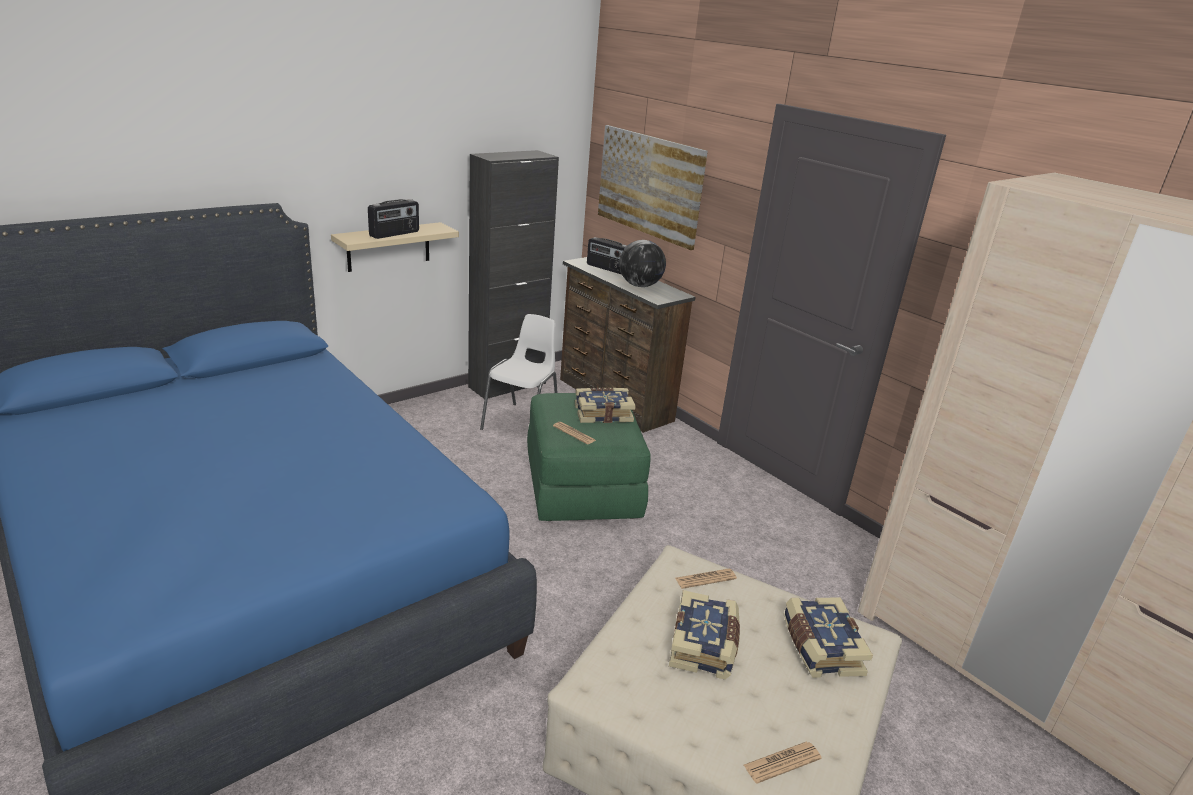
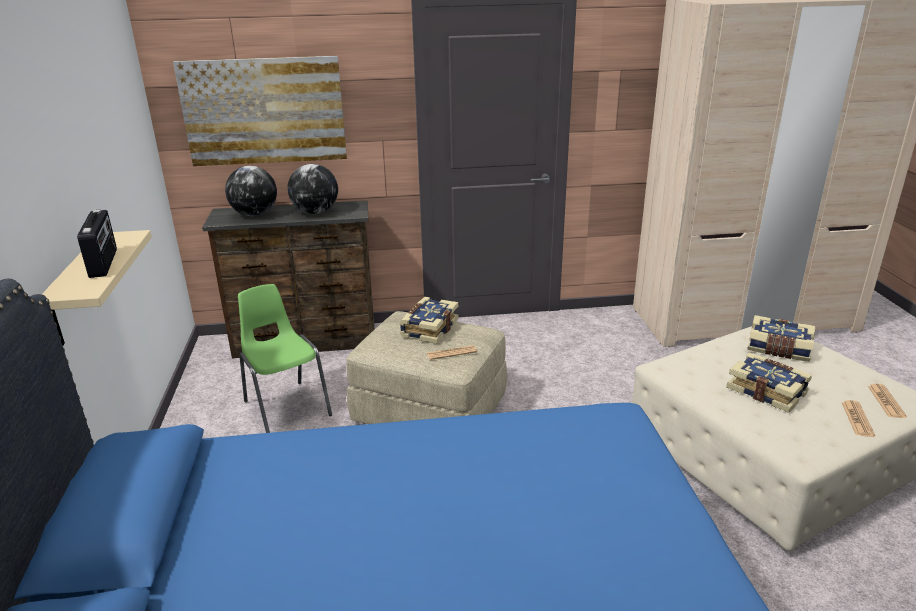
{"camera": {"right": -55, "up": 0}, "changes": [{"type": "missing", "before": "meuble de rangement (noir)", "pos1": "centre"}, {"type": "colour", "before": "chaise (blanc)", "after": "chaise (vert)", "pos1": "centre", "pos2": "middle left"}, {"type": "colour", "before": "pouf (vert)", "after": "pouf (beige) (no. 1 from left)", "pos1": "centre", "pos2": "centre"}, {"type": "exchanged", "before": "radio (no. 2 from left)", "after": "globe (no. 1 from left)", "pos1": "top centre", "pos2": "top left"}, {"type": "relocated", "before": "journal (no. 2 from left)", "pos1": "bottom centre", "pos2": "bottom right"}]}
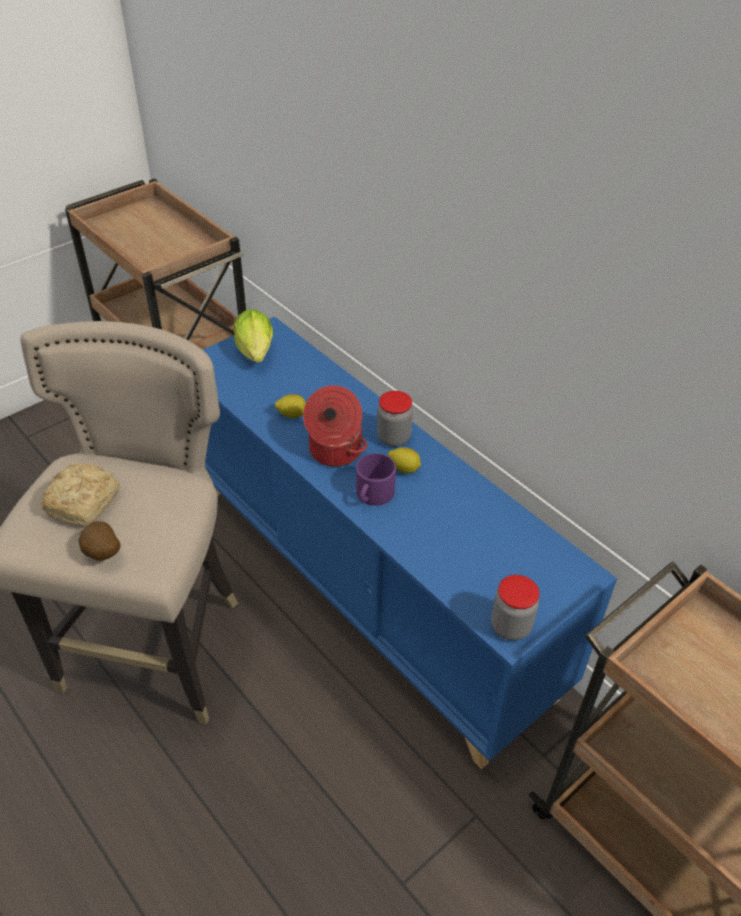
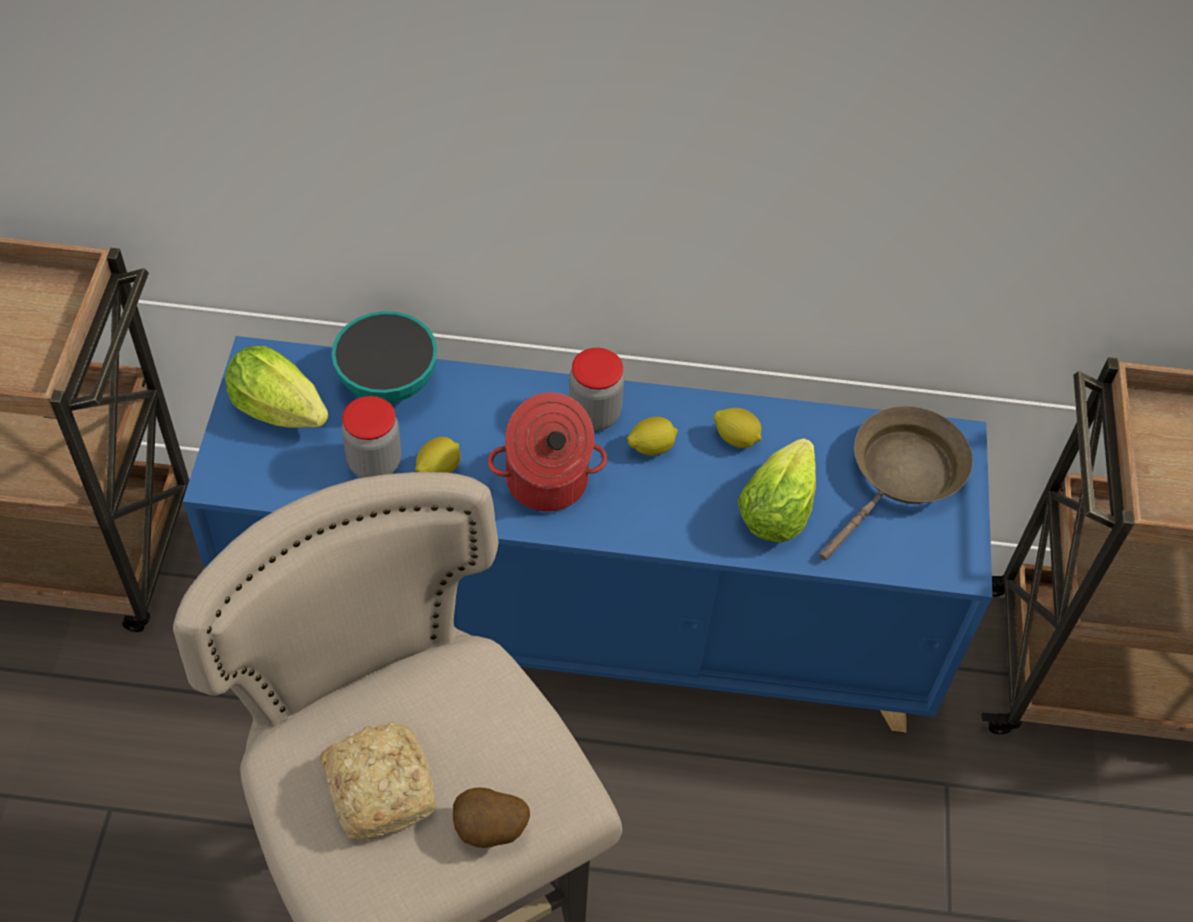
{"camera": {"right": -45, "up": 10}, "changes": [{"type": "missing", "before": "mug (violet)", "pos1": "centre"}, {"type": "relocated", "before": "bocal (no. 2 from left in the first image)", "after": "bocal (no. 1 from left)", "pos1": "middle right", "pos2": "middle left"}, {"type": "appeared", "after": "bol", "pos2": "middle left"}, {"type": "appeared", "after": "citron (no. 3 from left)", "pos2": "centre"}, {"type": "appeared", "after": "laitue (no. 2 from left)", "pos2": "centre"}, {"type": "appeared", "after": "poêle (marron)", "pos2": "middle right"}]}
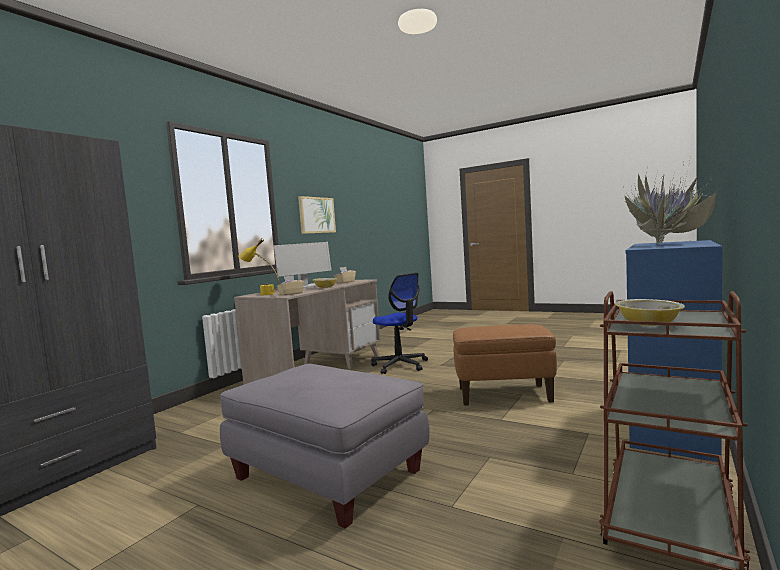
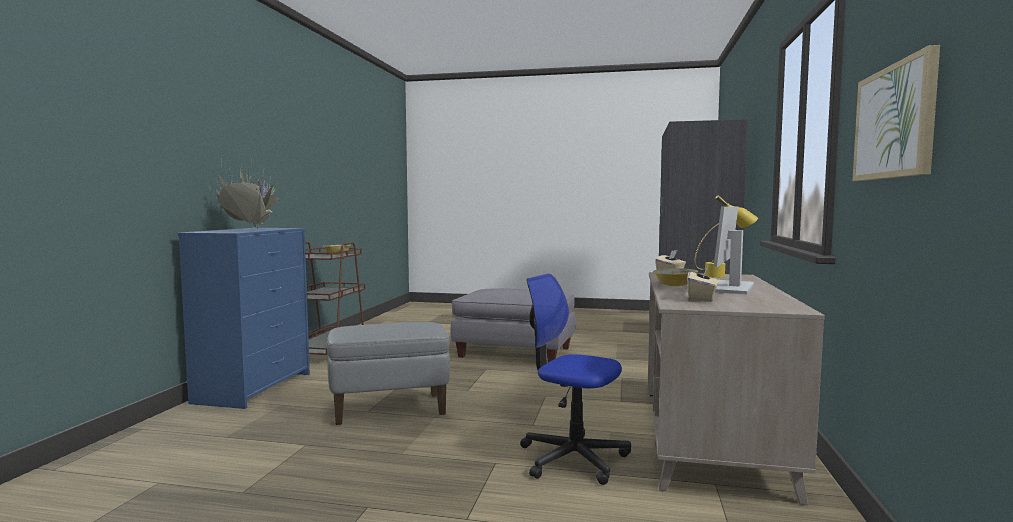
{"camera": {"right": 160, "up": 0}, "changes": [{"type": "colour", "before": "pouf (marron)", "after": "pouf (gris) (no. 1 from left)", "pos1": "centre", "pos2": "bottom centre"}]}
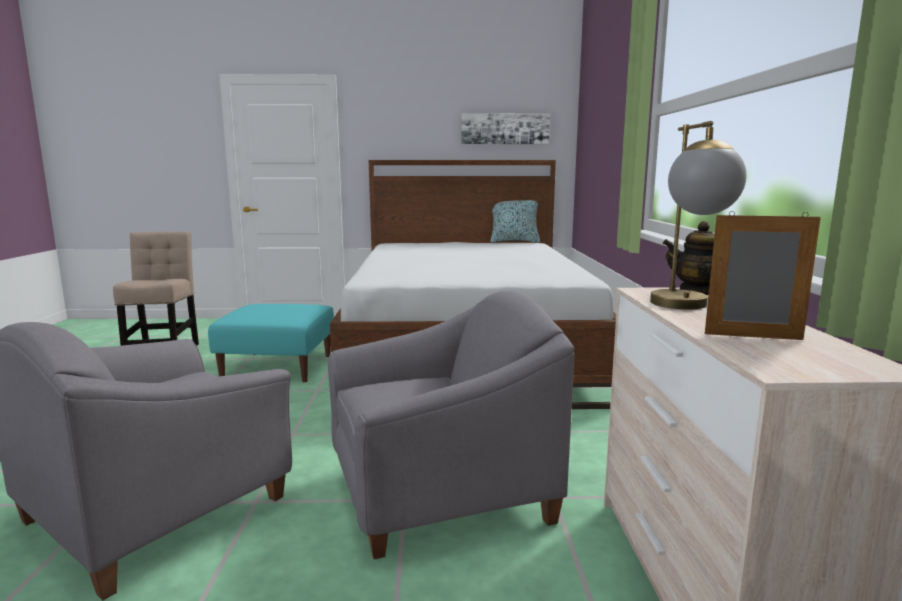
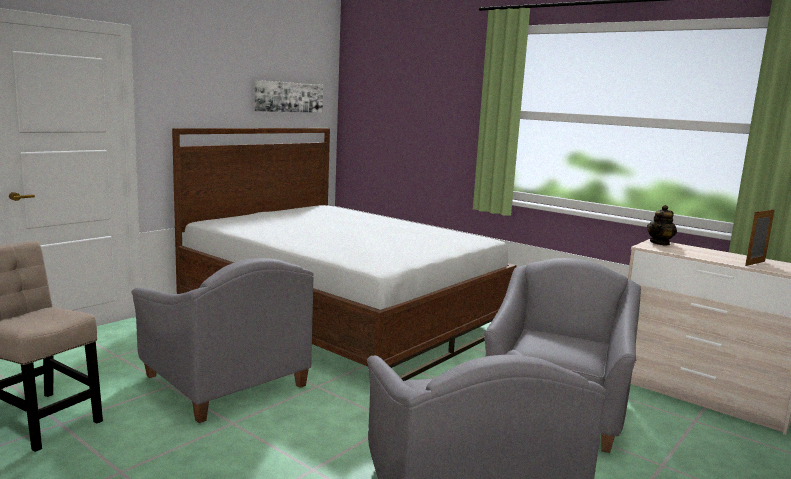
{"camera": {"right": -50, "up": 0}, "changes": [{"type": "exchanged", "before": "pouf (turquoise)", "after": "fauteuil (gris) (no. 1 from left)", "pos1": "middle left", "pos2": "bottom left"}, {"type": "missing", "before": "coussin", "pos1": "centre"}, {"type": "missing", "before": "lampe de table", "pos1": "middle right"}]}
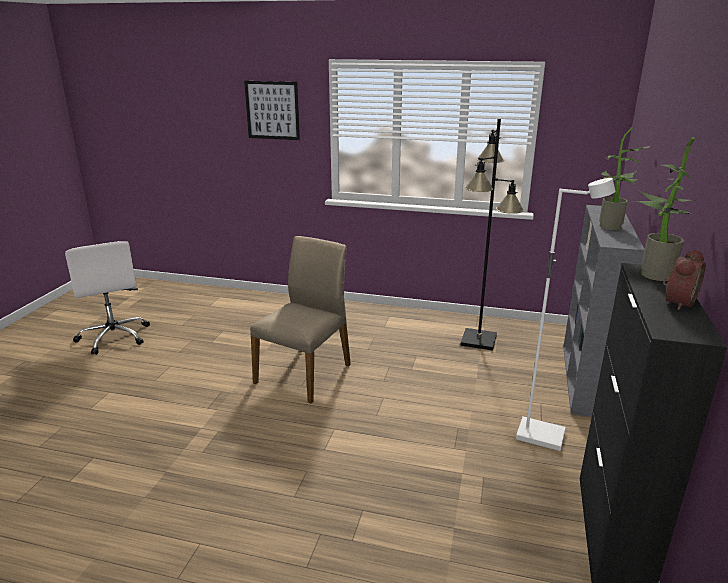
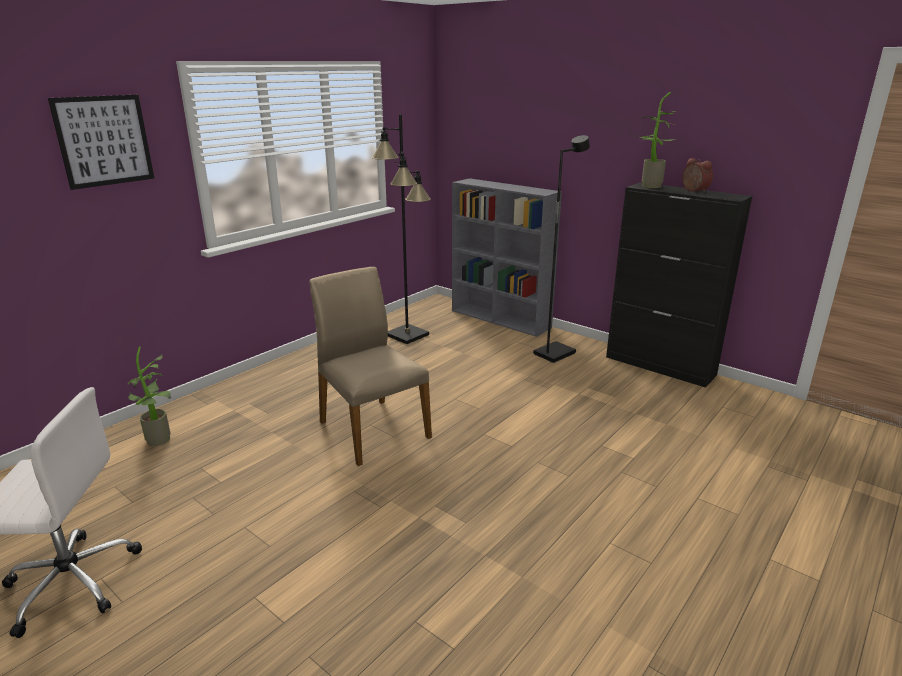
{"camera": {"right": -65, "up": 0}, "changes": [{"type": "colour", "before": "lampadaire (blanc)", "after": "lampadaire (noir) (no. 2 from left)", "pos1": "middle right", "pos2": "centre"}, {"type": "relocated", "before": "plante en pot (no. 1 from left)", "pos1": "top right", "pos2": "middle left"}]}
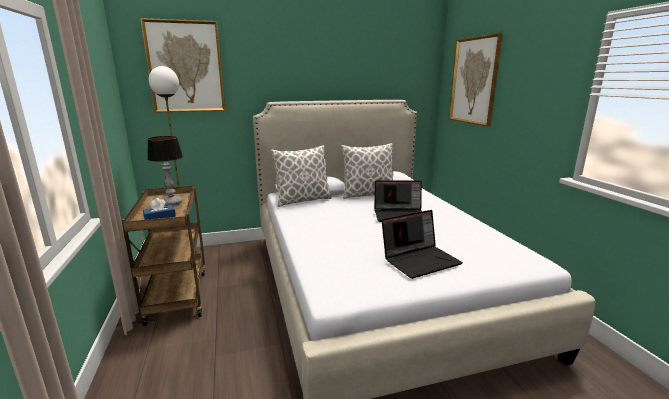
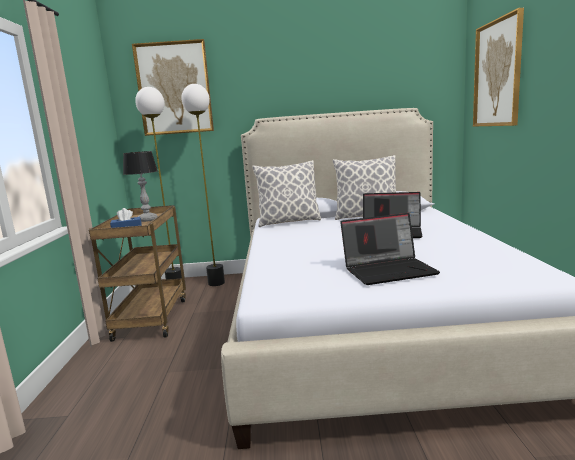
{"camera": {"right": 15, "up": -5}, "changes": [{"type": "appeared", "after": "lampadaire (no. 2 from left)", "pos2": "centre"}]}
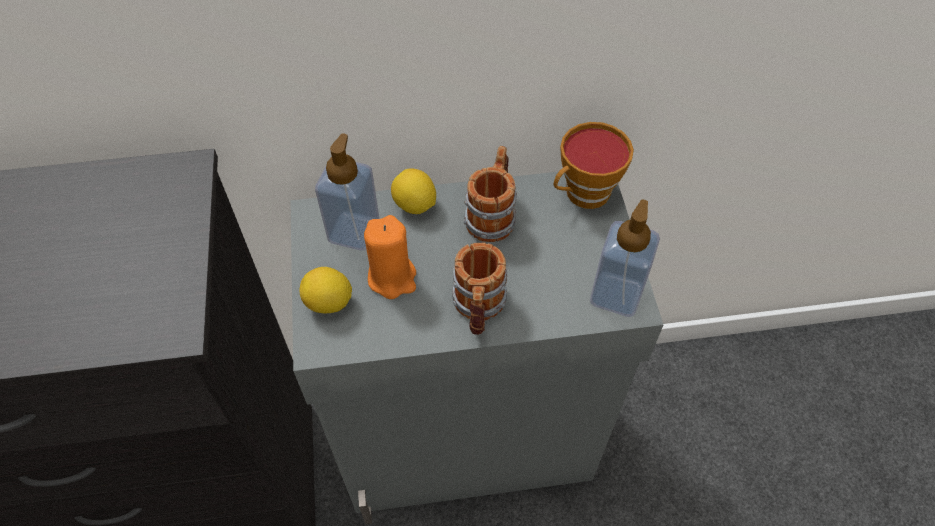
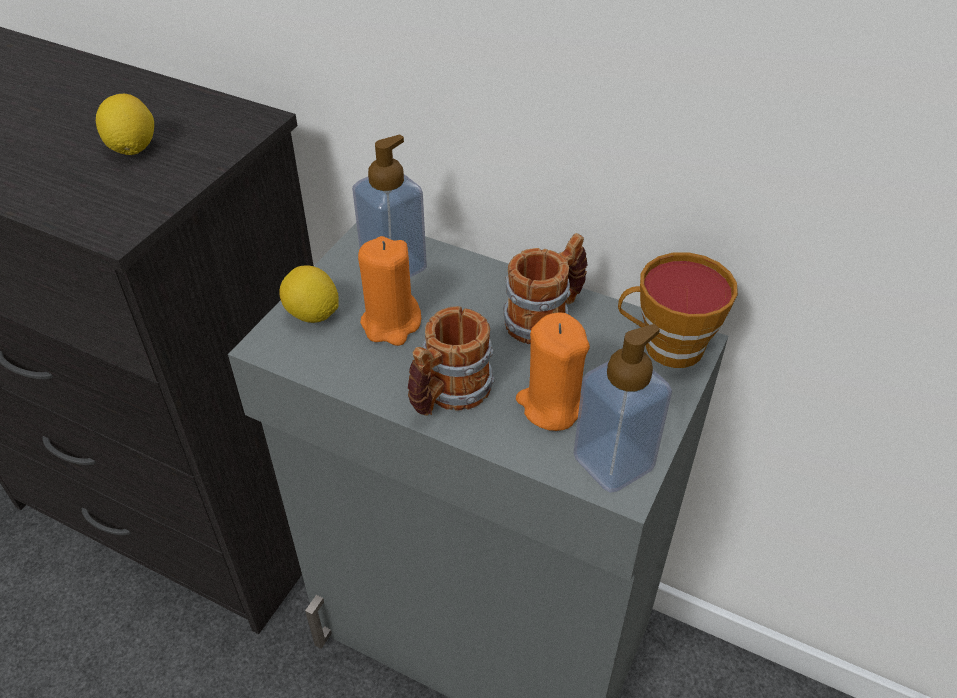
{"camera": {"right": 35, "up": -10}, "changes": [{"type": "relocated", "before": "citron (no. 2 from left in the first image)", "after": "citron (no. 1 from left)", "pos1": "centre", "pos2": "top left"}, {"type": "appeared", "after": "bougie (orange) (no. 2 from left)", "pos2": "centre"}]}
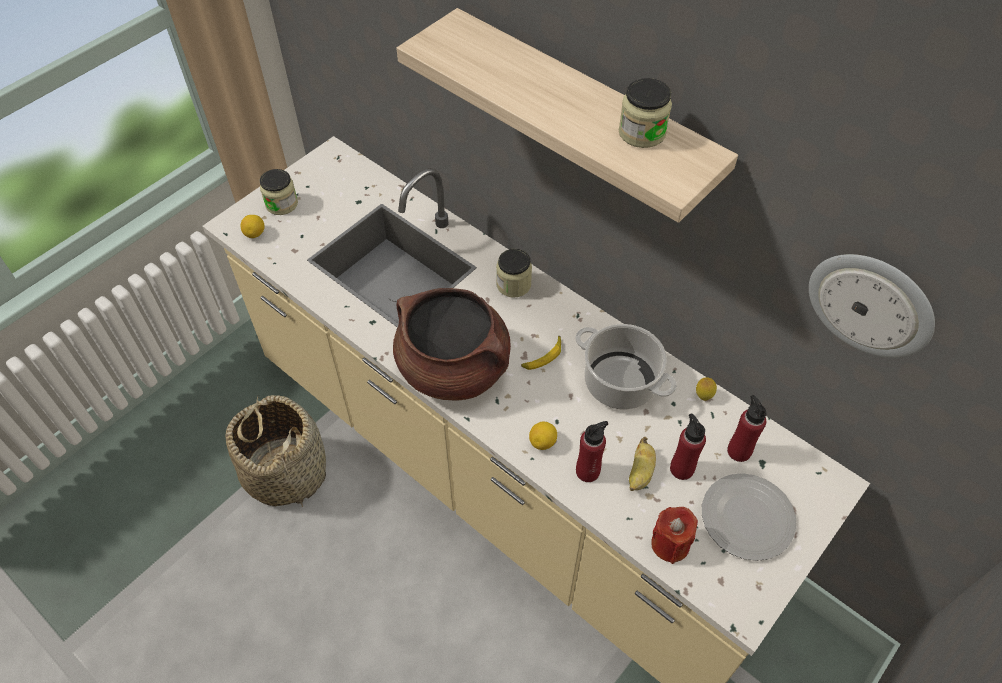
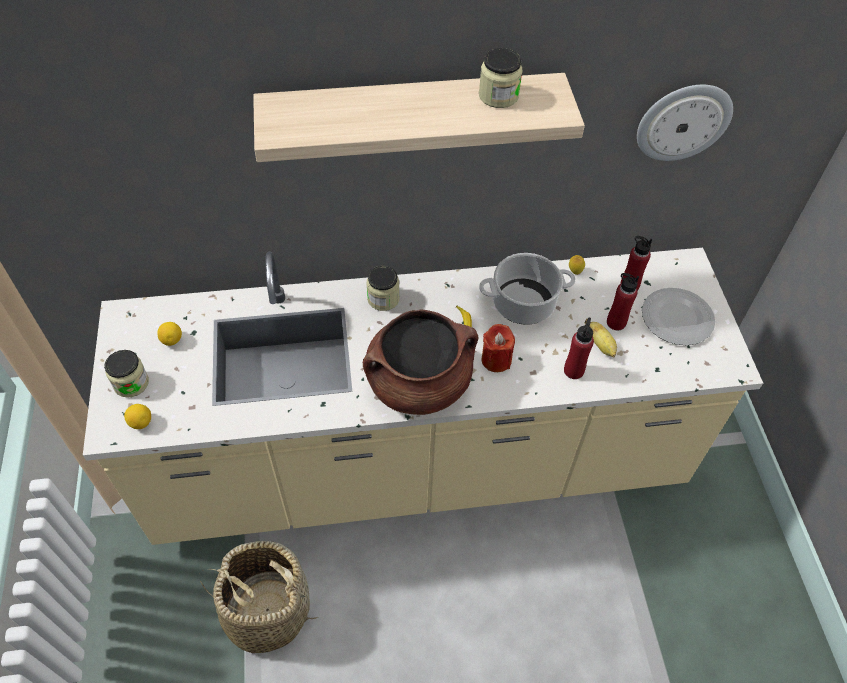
{"camera": {"right": -50, "up": 0}, "changes": [{"type": "relocated", "before": "citron (no. 2 from left)", "pos1": "centre", "pos2": "middle left"}, {"type": "relocated", "before": "bougie (rouge)", "pos1": "bottom right", "pos2": "centre"}]}
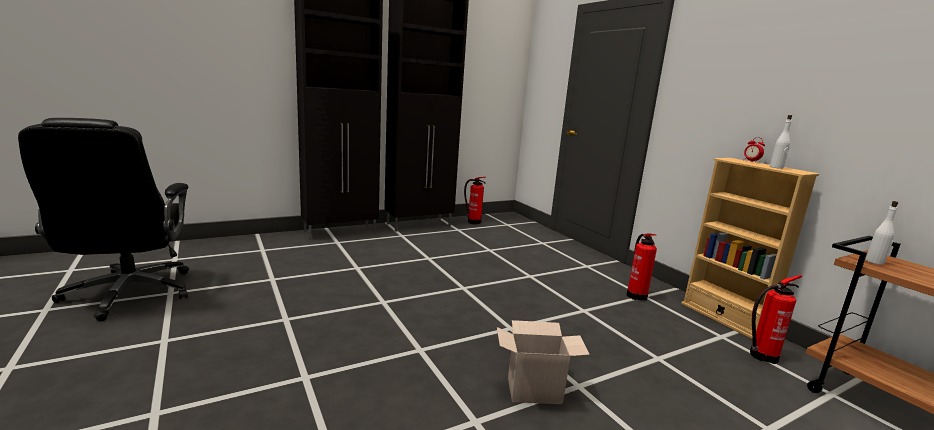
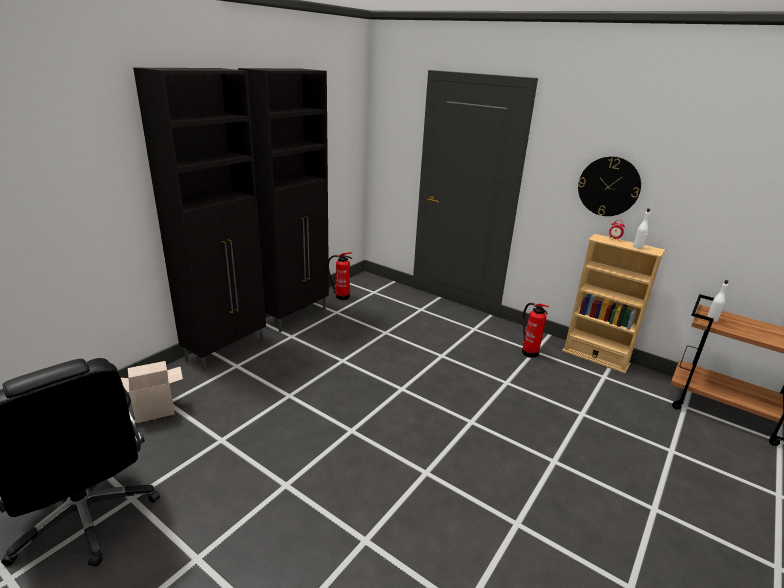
{"camera": {"right": -25, "up": 10}, "changes": [{"type": "relocated", "before": "carton", "pos1": "bottom centre", "pos2": "bottom left"}, {"type": "missing", "before": "extincteur (no. 3 from left)", "pos1": "bottom right"}, {"type": "appeared", "after": "horloge murale", "pos2": "top right"}]}
